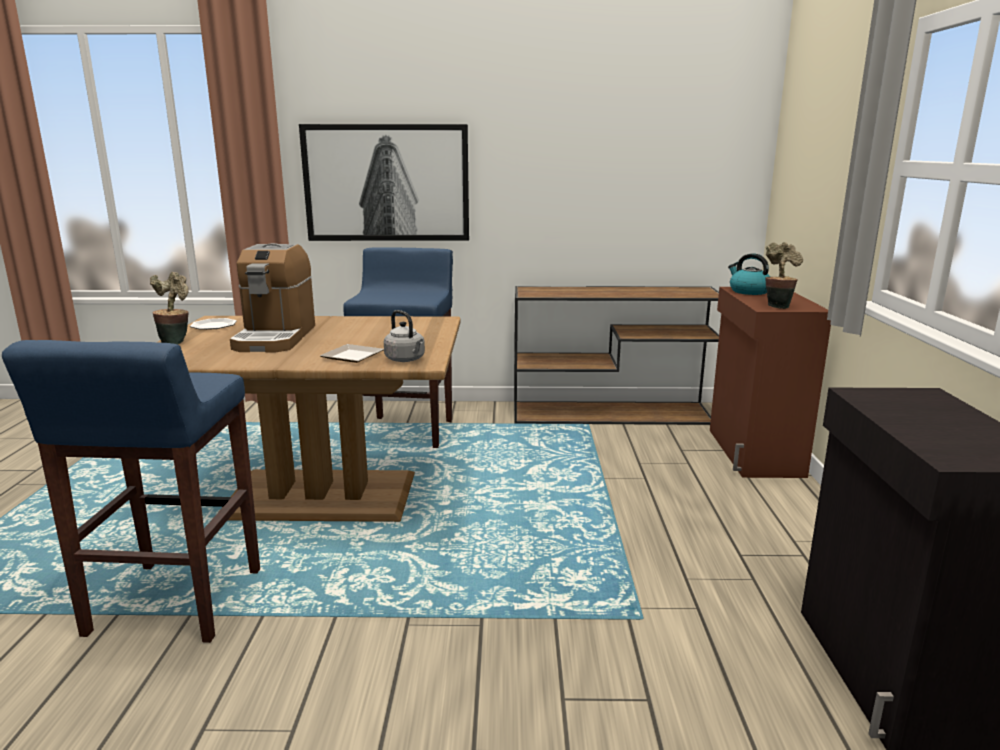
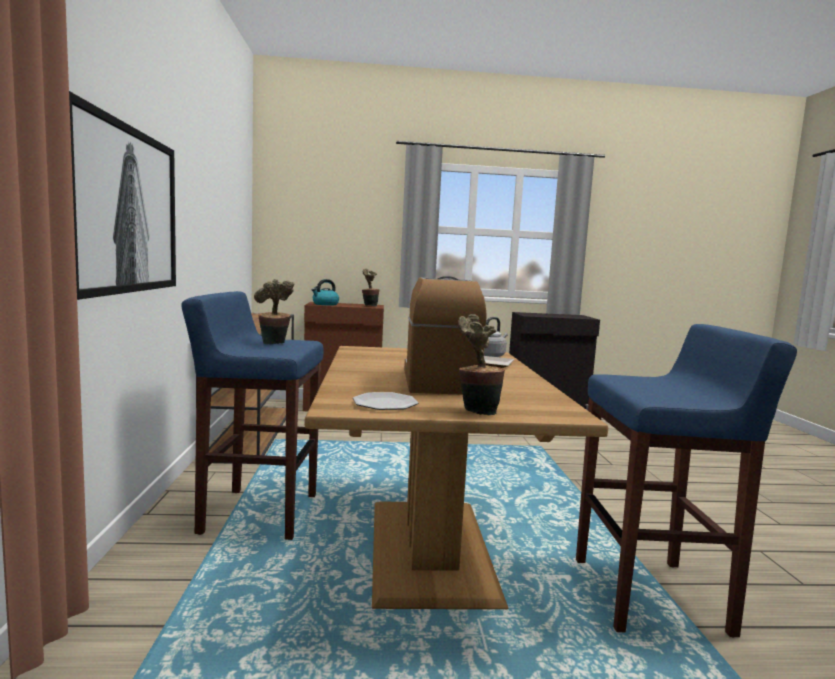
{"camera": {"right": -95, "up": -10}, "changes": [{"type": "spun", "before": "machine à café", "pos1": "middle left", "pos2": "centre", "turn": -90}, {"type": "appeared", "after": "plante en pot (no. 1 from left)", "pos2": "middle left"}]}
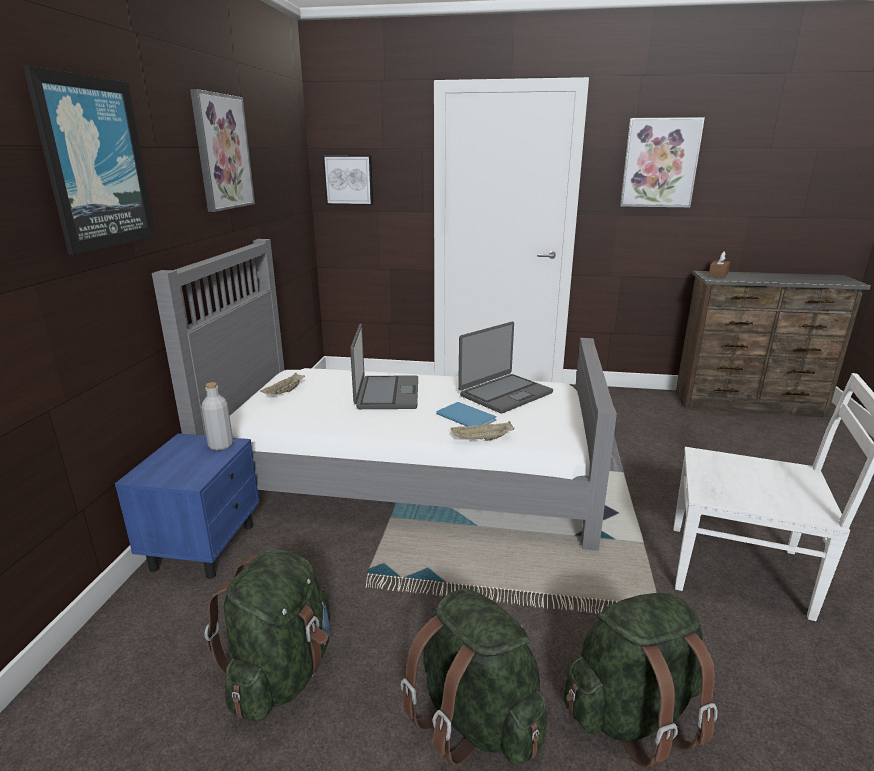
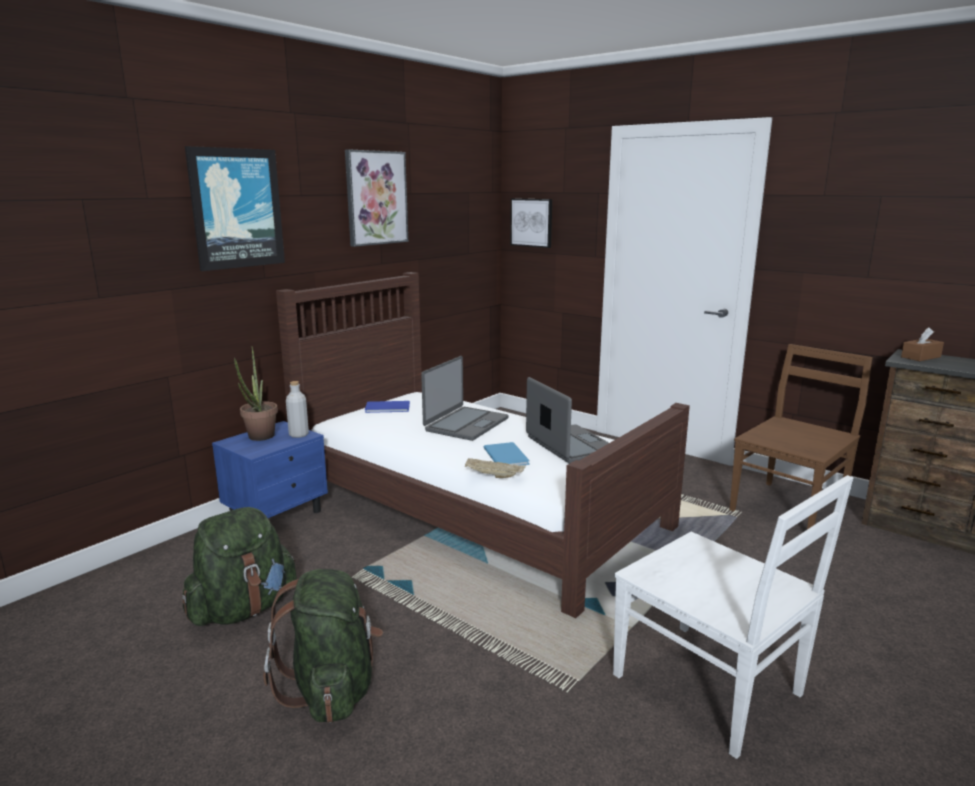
{"camera": {"right": 30, "up": -5}, "changes": [{"type": "colour", "before": "lit (gris)", "after": "lit (marron)", "pos1": "centre", "pos2": "centre"}, {"type": "exchanged", "before": "plateau (beige) (no. 1 from left)", "after": "livre (bleu) (no. 1 from left)", "pos1": "middle left", "pos2": "centre"}, {"type": "spun", "before": "ordinateur portable (no. 2 from left)", "pos1": "centre", "pos2": "centre", "turn": -105}, {"type": "missing", "before": "sac à dos (vert) (no. 3 from left)", "pos1": "bottom right"}, {"type": "missing", "before": "tableau (no. 4 from left)", "pos1": "top right"}, {"type": "appeared", "after": "plante en pot", "pos2": "middle left"}, {"type": "appeared", "after": "chaise (marron)", "pos2": "middle right"}]}
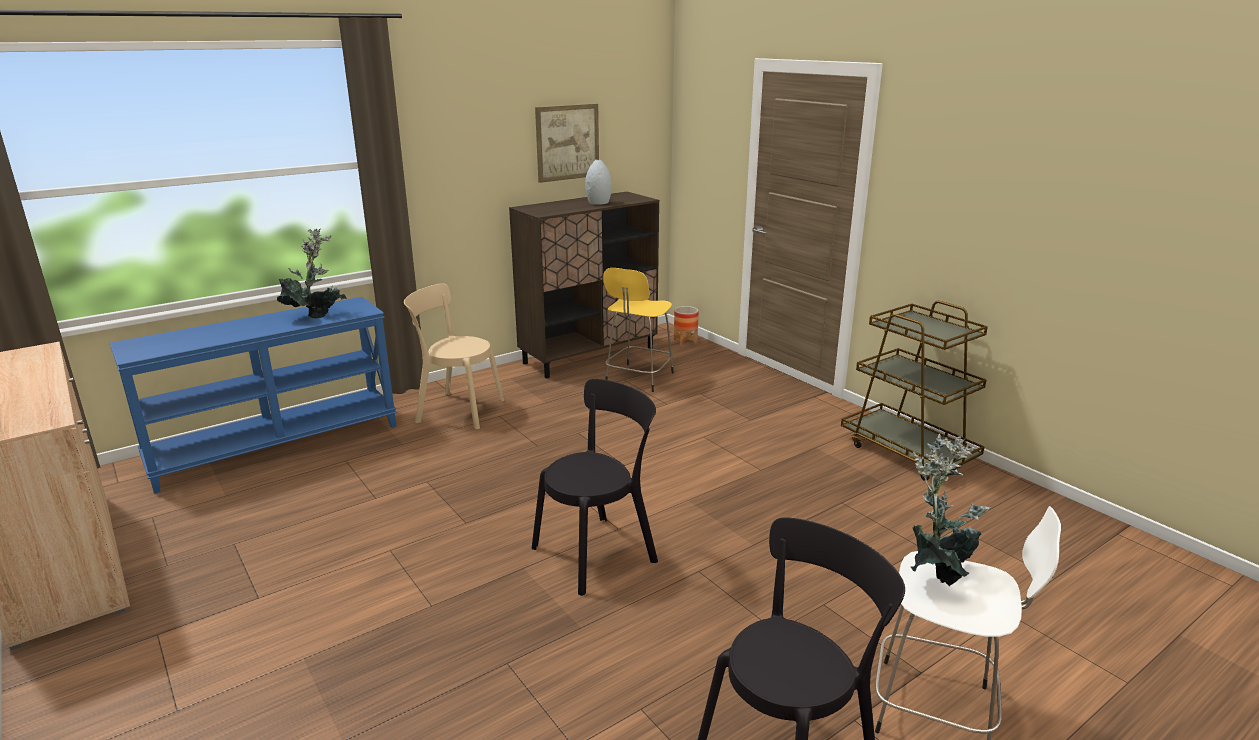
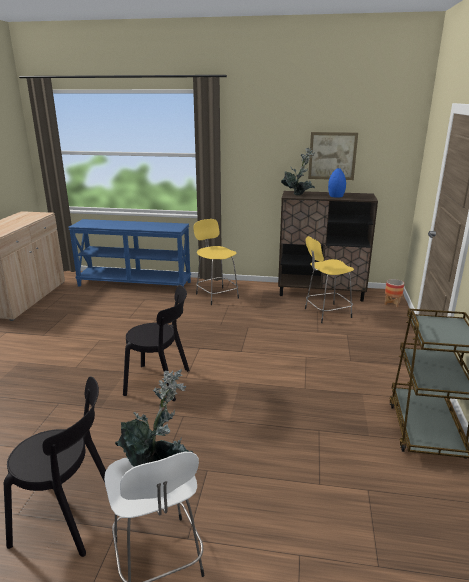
{"camera": {"right": 45, "up": 0}, "changes": [{"type": "relocated", "before": "plante en pot (no. 1 from left in the first image)", "after": "plante en pot (no. 2 from left)", "pos1": "middle left", "pos2": "top centre"}, {"type": "exchanged", "before": "chaise (beige)", "after": "tabouret (jaune) (no. 1 from left)", "pos1": "centre", "pos2": "centre"}, {"type": "colour", "before": "vase (gris)", "after": "vase (bleu)", "pos1": "top centre", "pos2": "top right"}]}
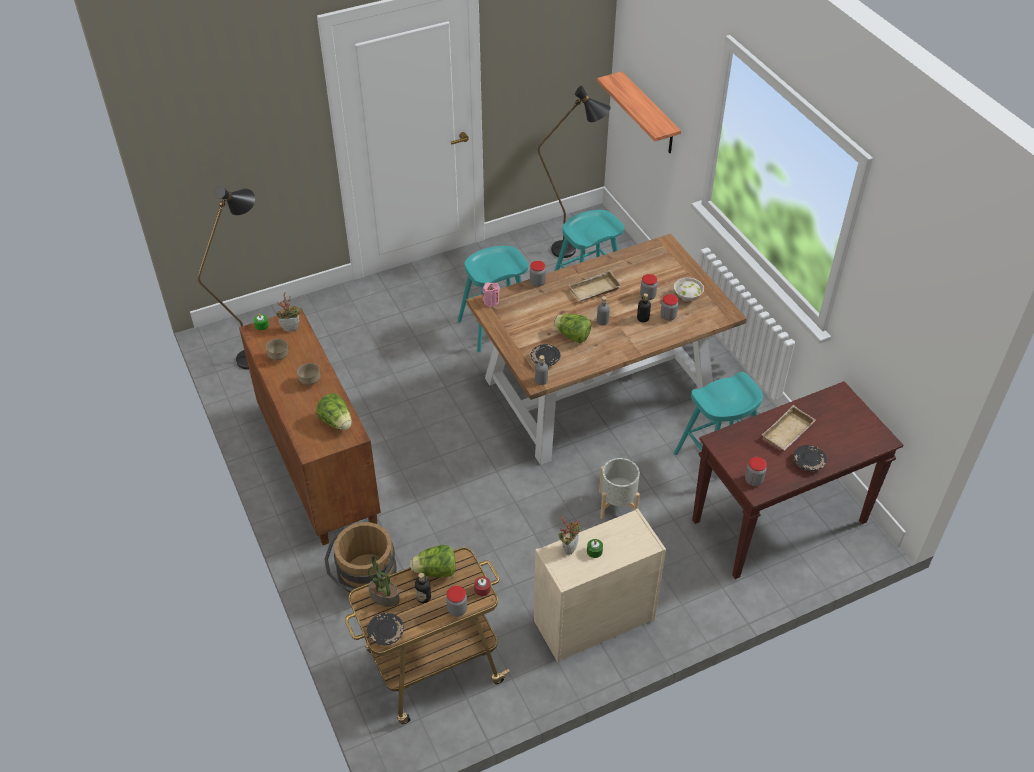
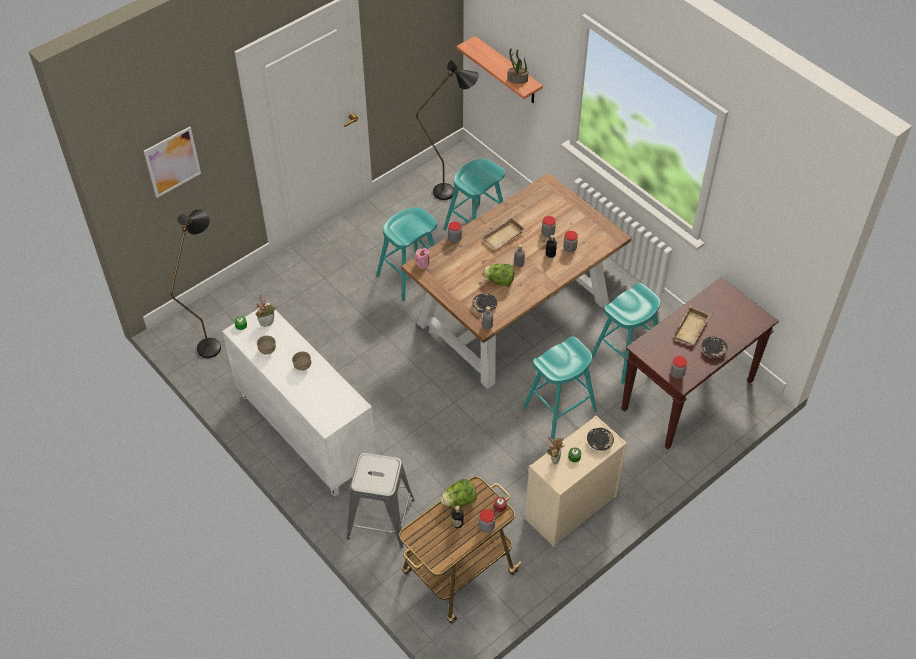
{"camera": {"right": -15, "up": 5}, "changes": [{"type": "colour", "before": "meuble de rangement (marron)", "after": "meuble de rangement (blanc)", "pos1": "middle left", "pos2": "middle left"}, {"type": "missing", "before": "laitue (no. 1 from left)", "pos1": "middle left"}, {"type": "exchanged", "before": "seau (marron)", "after": "tabouret (gris)", "pos1": "bottom centre", "pos2": "bottom centre"}, {"type": "relocated", "before": "assiette (noir) (no. 1 from left in the first image)", "after": "assiette (noir) (no. 2 from left)", "pos1": "bottom centre", "pos2": "centre"}, {"type": "relocated", "before": "plante en pot (no. 2 from left)", "pos1": "bottom centre", "pos2": "top centre"}, {"type": "exchanged", "before": "cache-pot (gris)", "after": "tabouret (turquoise) (no. 3 from left)", "pos1": "centre", "pos2": "centre"}, {"type": "missing", "before": "bol (blanc)", "pos1": "centre"}, {"type": "appeared", "after": "tableau", "pos2": "top left"}]}
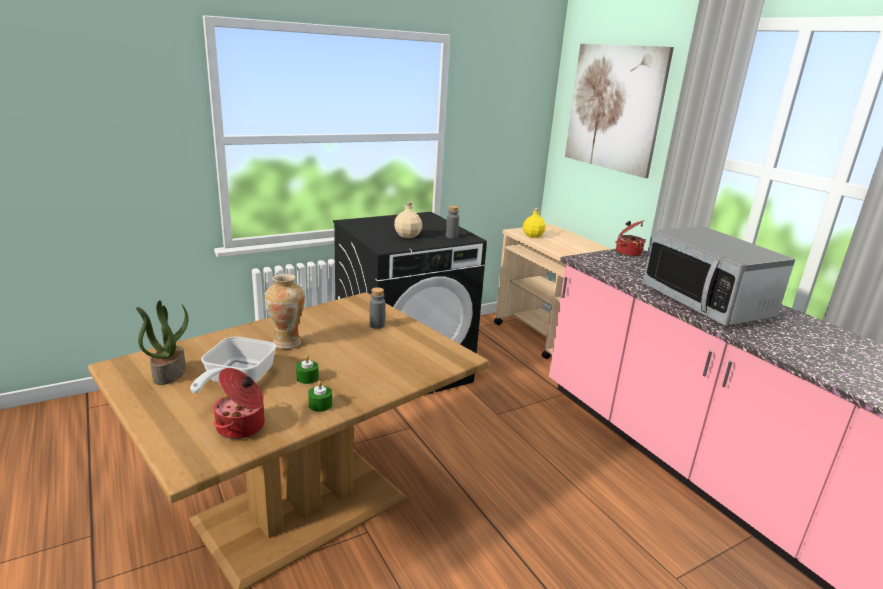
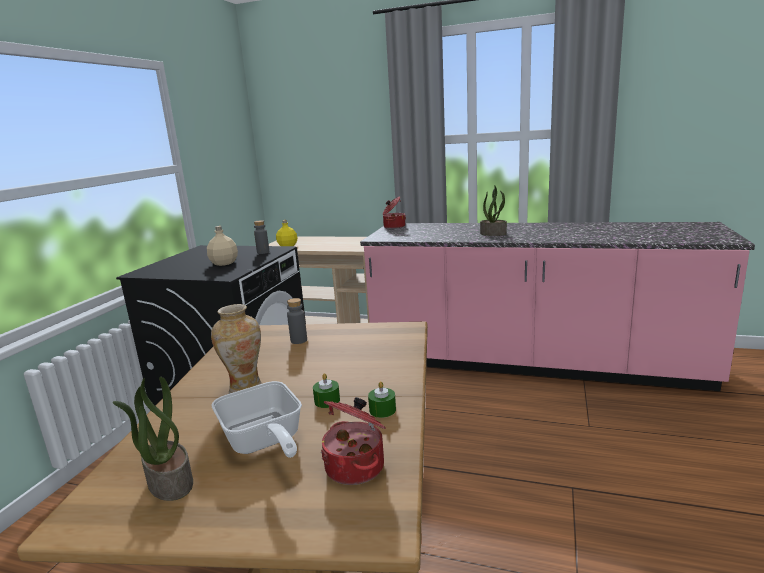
{"camera": {"right": -40, "up": -5}, "changes": [{"type": "missing", "before": "tableau", "pos1": "top right"}, {"type": "exchanged", "before": "micro-ondes", "after": "plante en pot (no. 2 from left)", "pos1": "middle right", "pos2": "centre"}]}
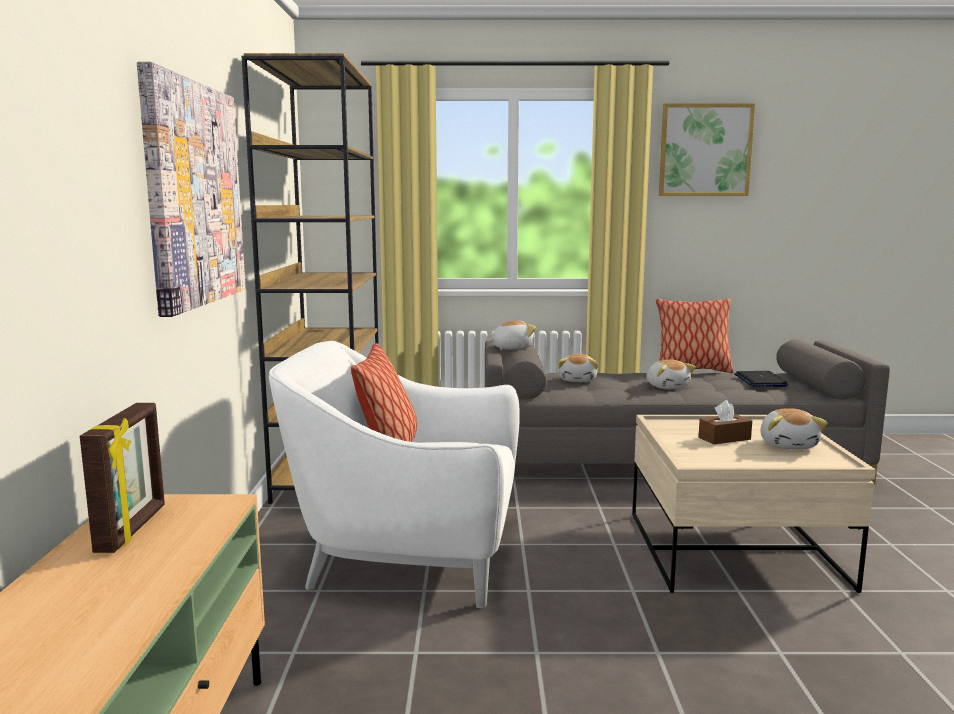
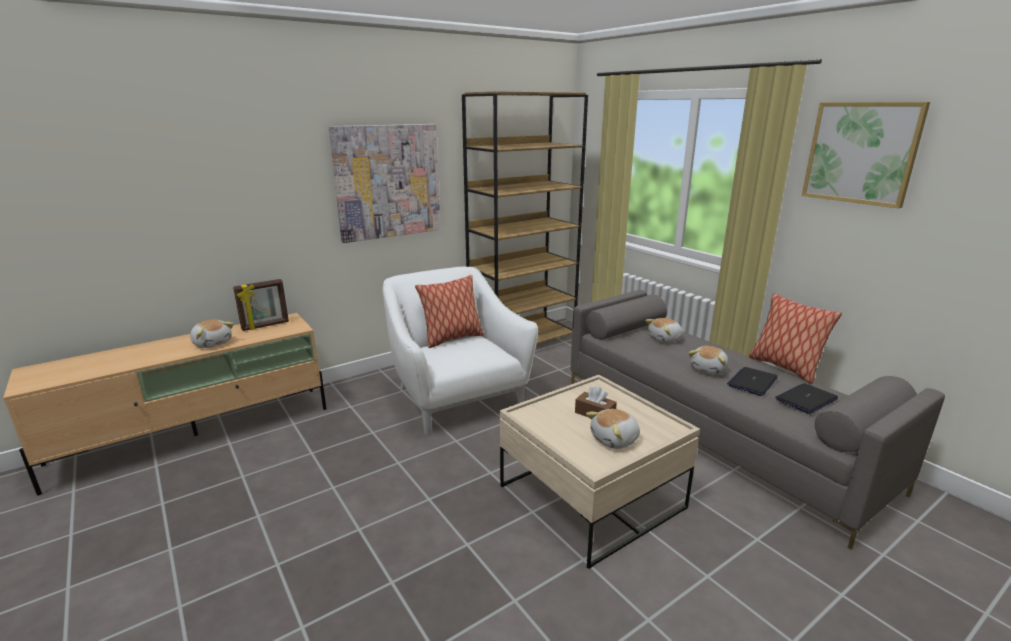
{"camera": {"right": 55, "up": 10}, "changes": [{"type": "relocated", "before": "peluche (no. 1 from left)", "pos1": "centre", "pos2": "middle left"}, {"type": "appeared", "after": "ordinateur portable (no. 1 from left)", "pos2": "middle right"}]}
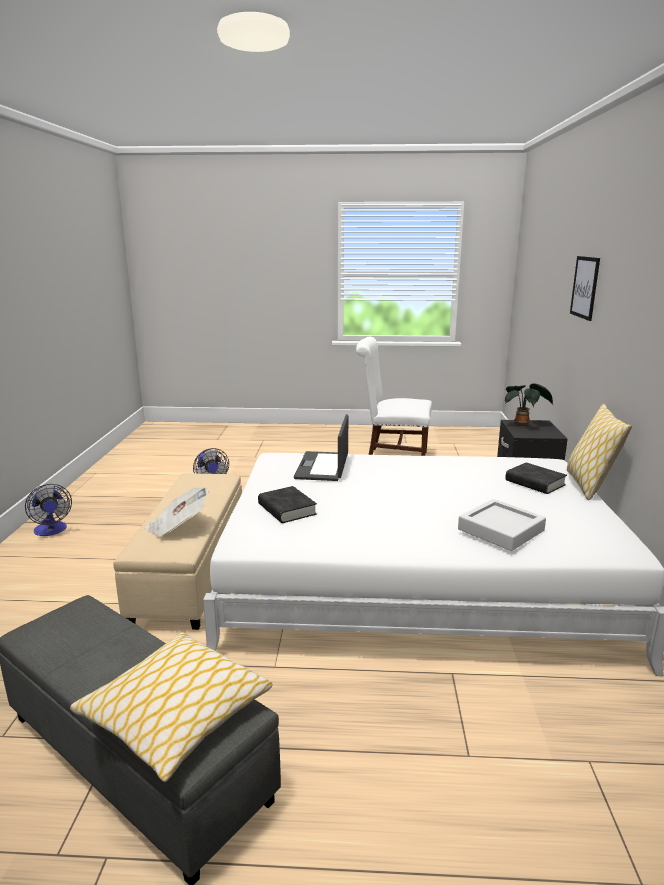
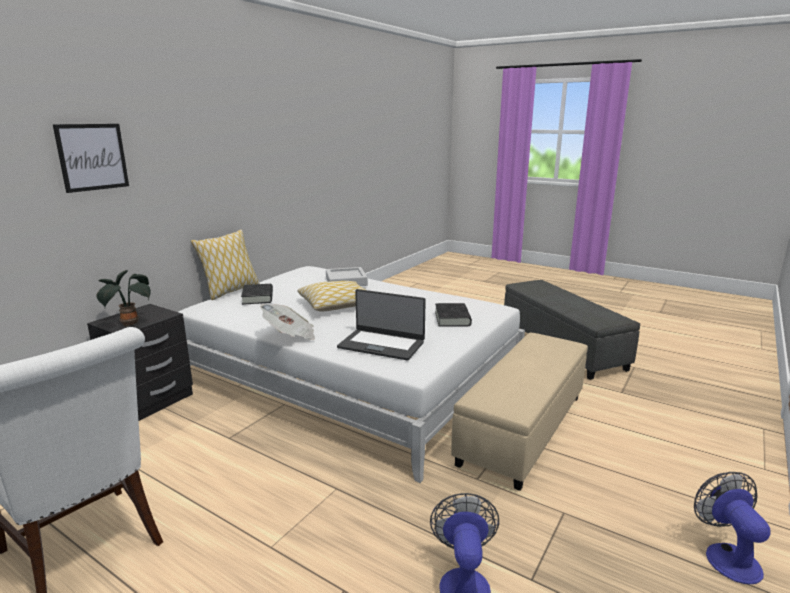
{"camera": {"right": -150, "up": 0}, "changes": [{"type": "relocated", "before": "coussin (no. 1 from left in the first image)", "after": "coussin (no. 2 from left)", "pos1": "bottom left", "pos2": "centre"}, {"type": "relocated", "before": "journal", "pos1": "middle left", "pos2": "centre"}, {"type": "spun", "before": "ordinateur portable", "pos1": "centre", "pos2": "centre", "turn": 75}]}
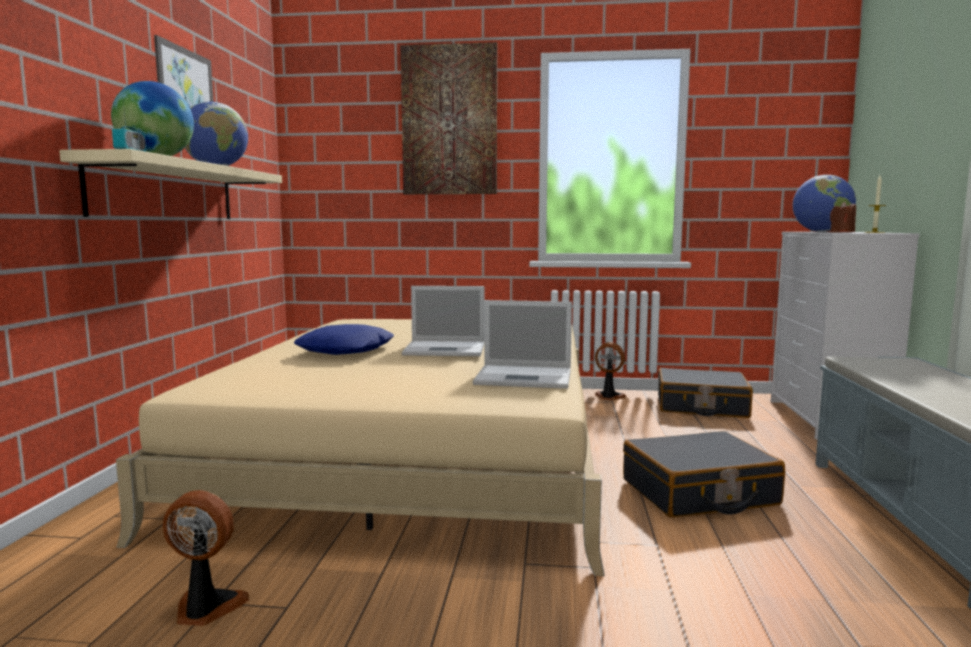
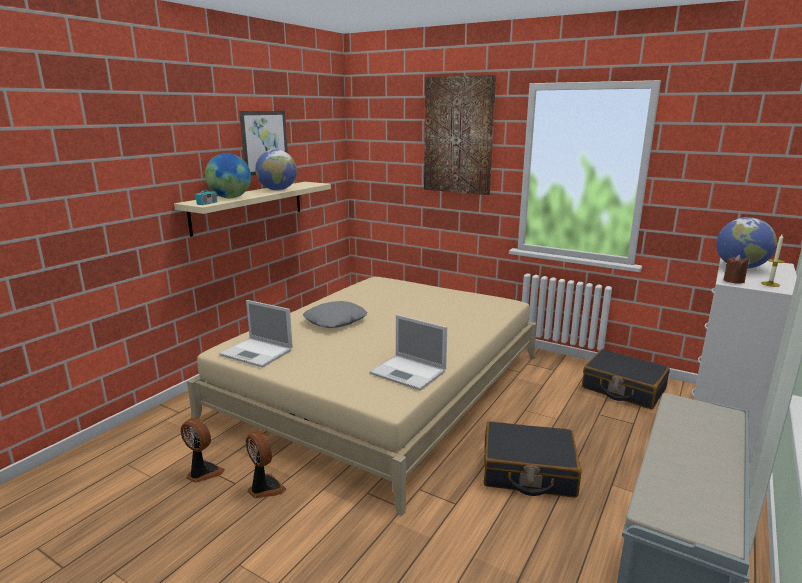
{"camera": {"right": 25, "up": 10}, "changes": [{"type": "colour", "before": "coussin (bleu)", "after": "coussin (gris)", "pos1": "centre", "pos2": "centre"}, {"type": "relocated", "before": "ordinateur portable (no. 1 from left)", "pos1": "centre", "pos2": "middle left"}, {"type": "relocated", "before": "ventilateur (no. 2 from left)", "pos1": "centre", "pos2": "bottom left"}]}
